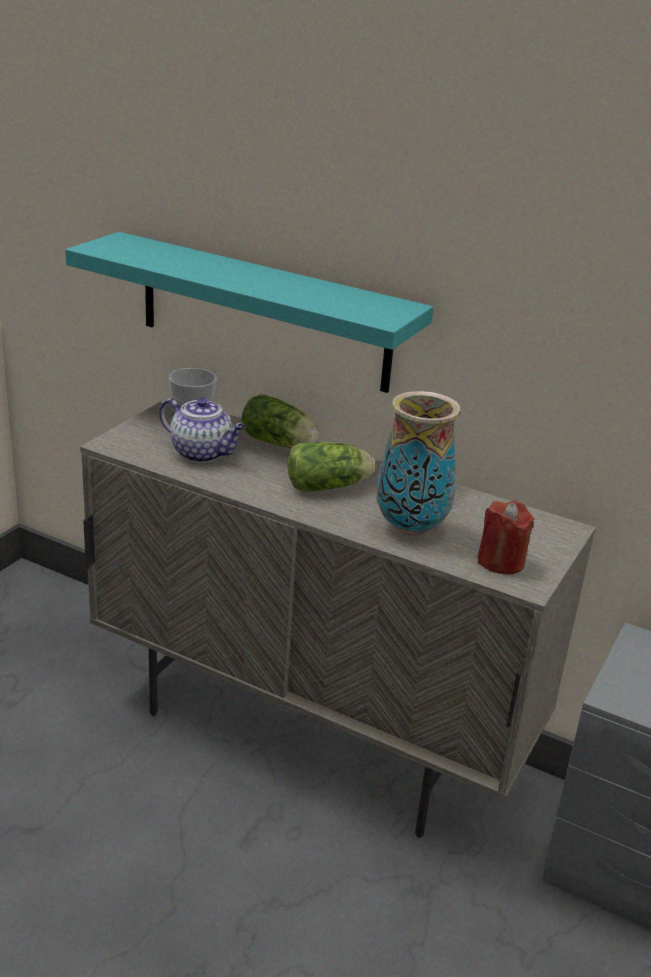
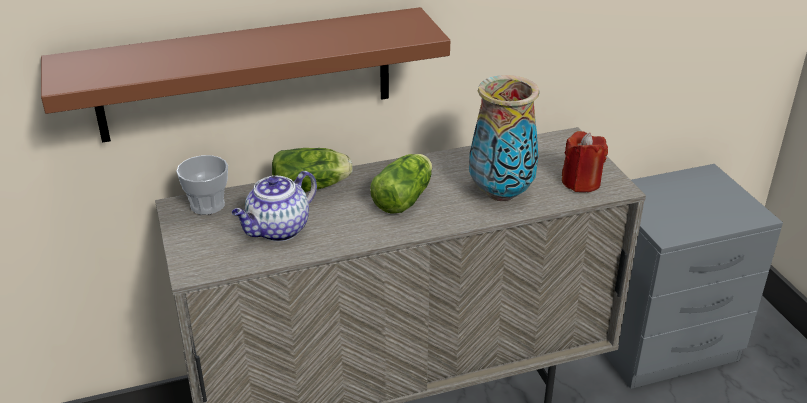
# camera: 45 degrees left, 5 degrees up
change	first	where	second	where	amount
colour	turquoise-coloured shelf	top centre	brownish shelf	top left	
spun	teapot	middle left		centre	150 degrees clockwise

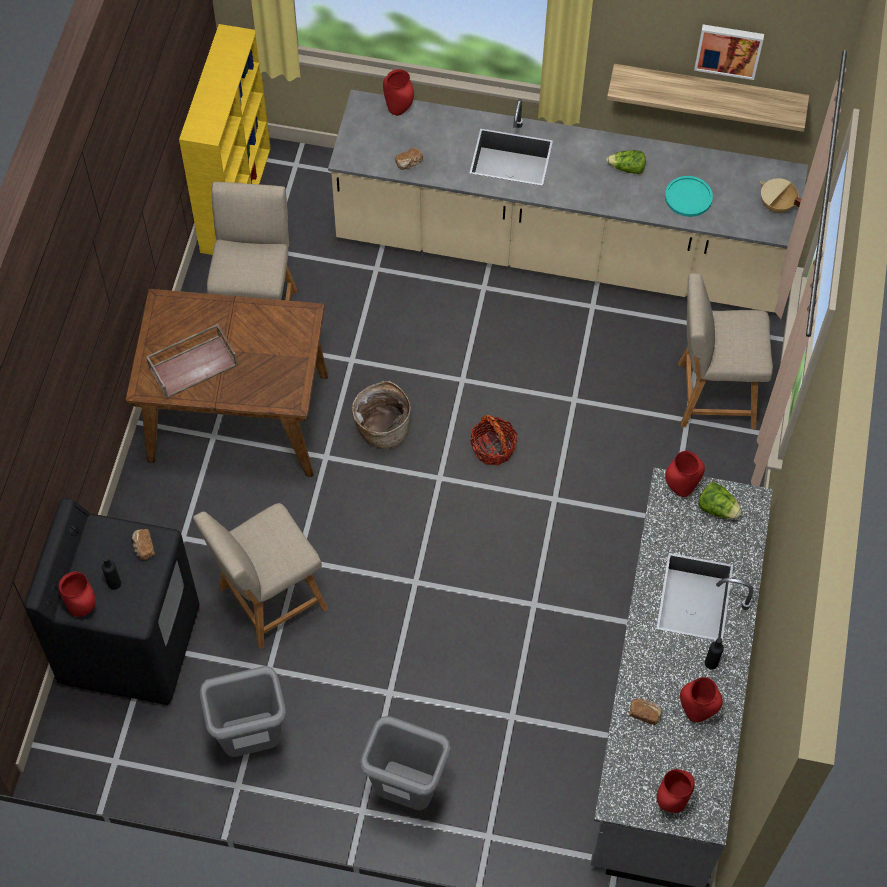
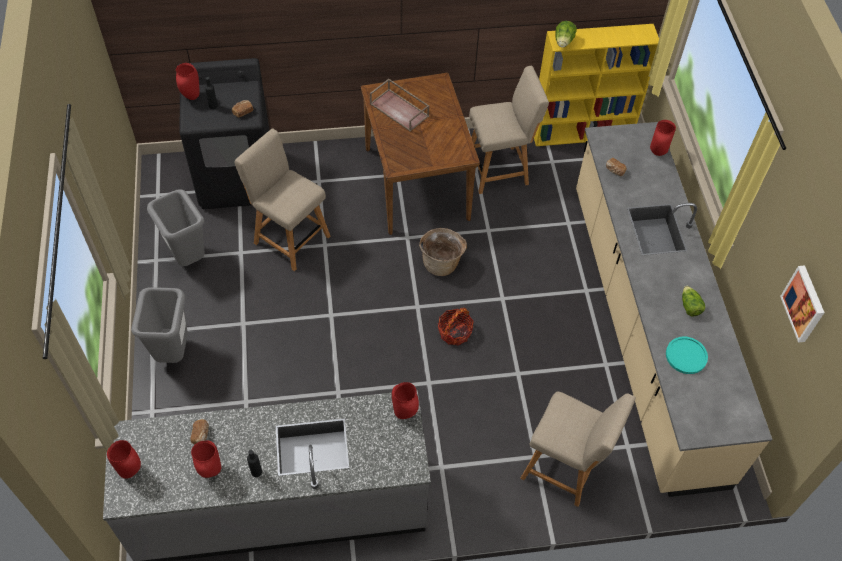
# camera: 70 degrees right, 5 degrees down
change	first	where	second	where	amount
spun	sand-coloured plain chair (no. 3 from left)	middle right		bottom right	135 degrees clockwise
relocated	lettuce head (no. 2 from left in the first image)	middle right	lettuce head (no. 1 from left)	top right	
missing	shelf	top right			
missing	sand-coloured stockpot	top right			

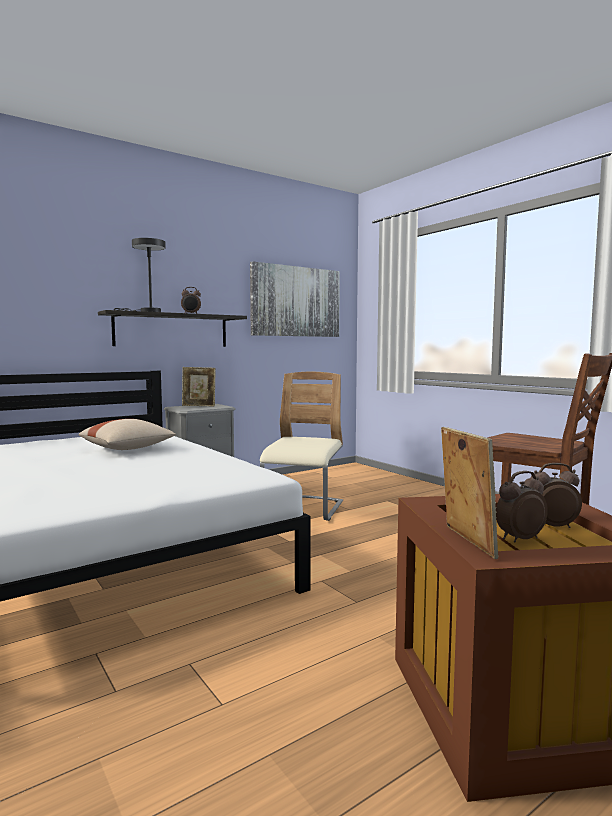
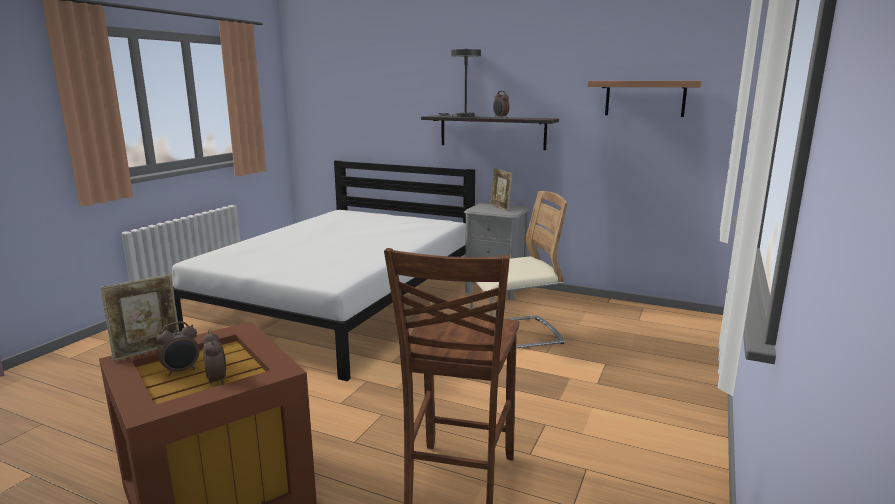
# camera: 60 degrees right, 10 degrees up
change	first	where	second	where	amount
spun	alarm clock (no. 2 from left in the first image)	middle right	alarm clock (no. 1 from left)	bottom left	105 degrees clockwise
exchanged	wall picture	centre	shelf (no. 2 from left)	top right	
missing	sand-coloured throw pillow	middle left			

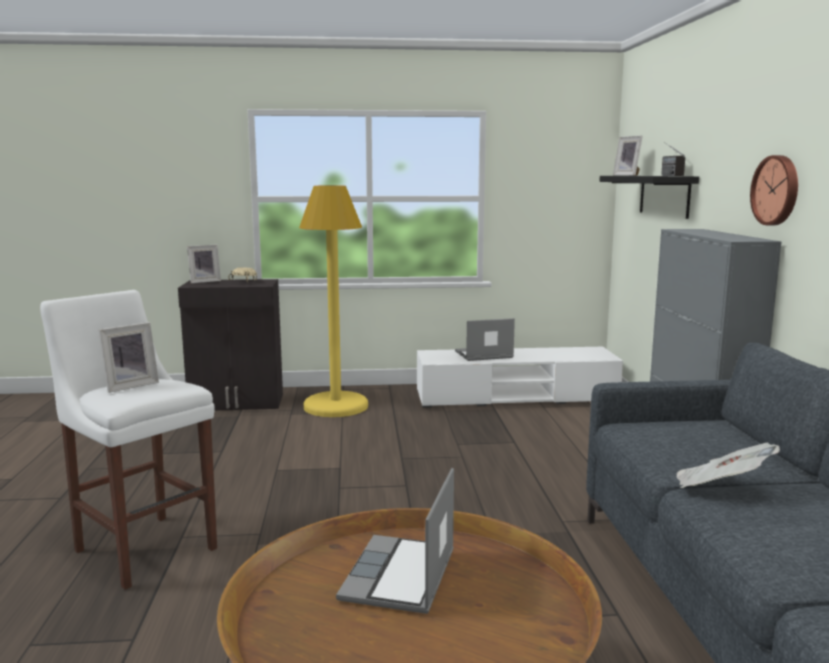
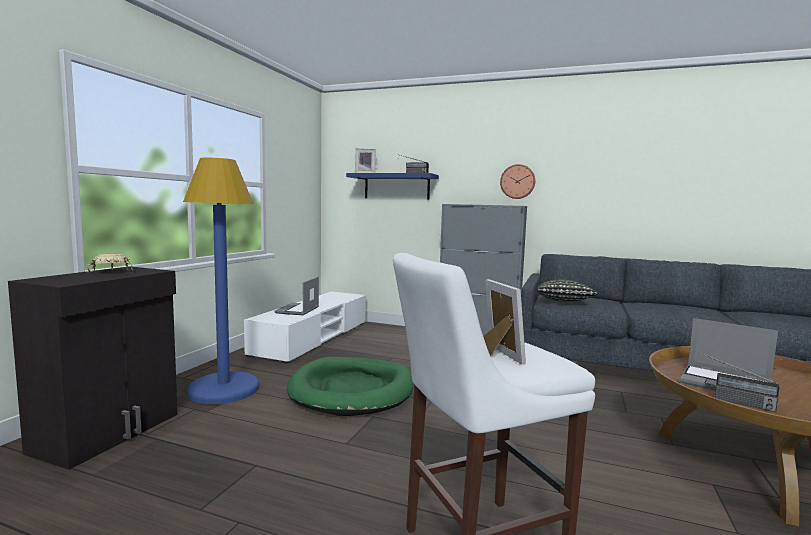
# camera: 65 degrees left, 5 degrees down
change	first	where	second	where	amount
colour	yellow-coloured floor lamp	centre	blue-coloured floor lamp	middle left	
appeared			green pet bed	bottom centre	
colour	blackish shelf	top right	blue-coloured shelf	centre	
appeared			throw pillow	middle right	
appeared			radio (no. 2 from left)	bottom right	
missing	standing frame (no. 2 from left)	middle left			
missing	daily paper	bottom right			

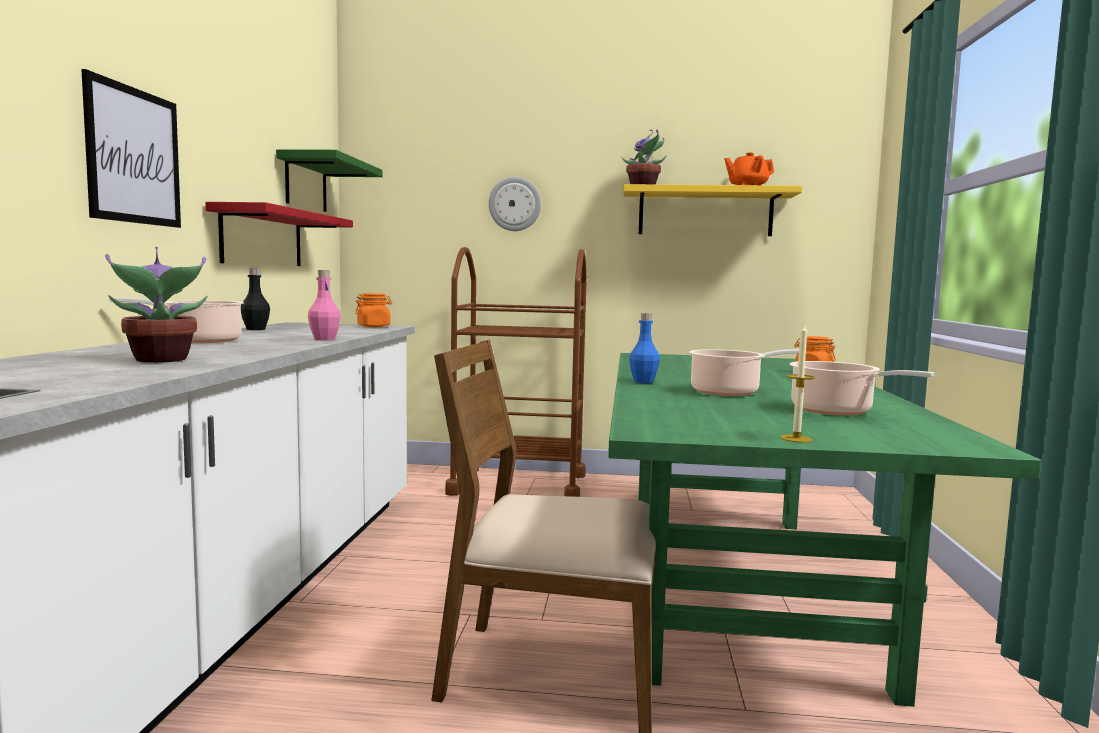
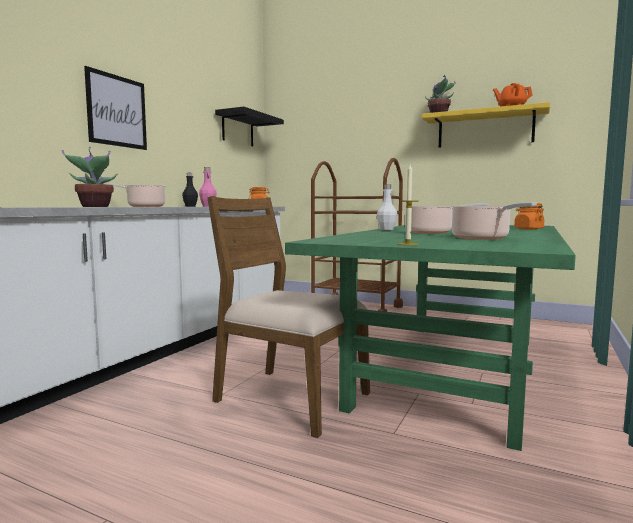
# camera: 20 degrees right, 0 degrees up
change	first	where	second	where	amount
colour	green shelf	top left	blackish shelf	top centre	
colour	blue-coloured drink bottle	centre	whitish drink bottle	centre	
missing	red-coloured shelf	top left			
missing	hanging clock	top centre			

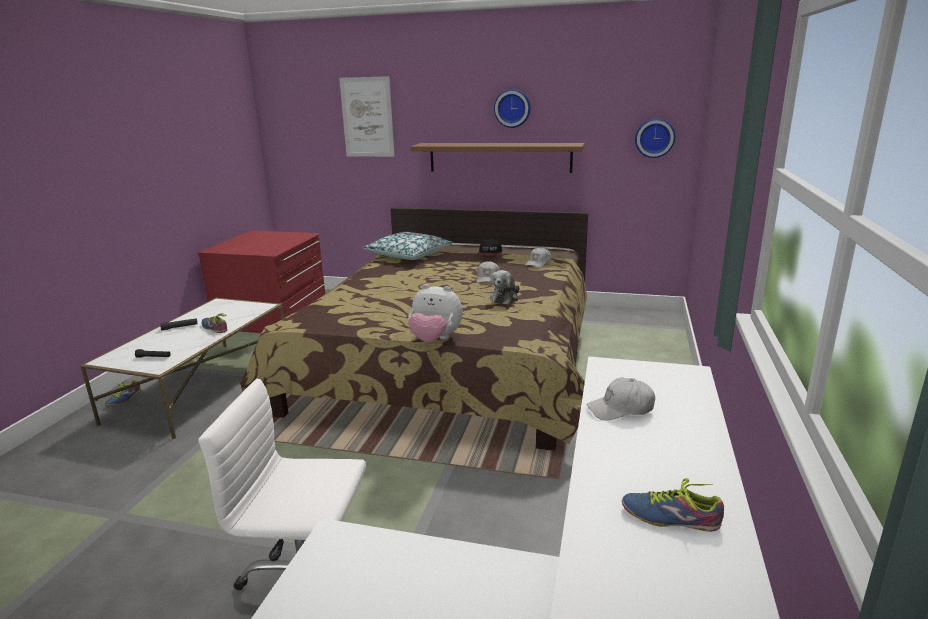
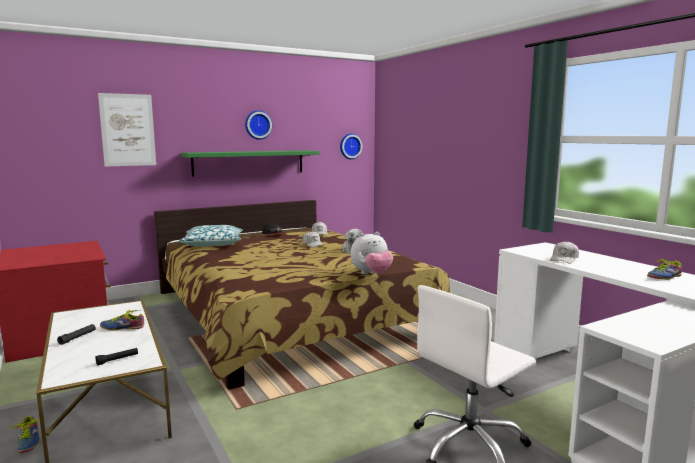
# camera: 45 degrees left, 10 degrees down
change	first	where	second	where	amount
colour	brownish shelf	top centre	green shelf	centre	

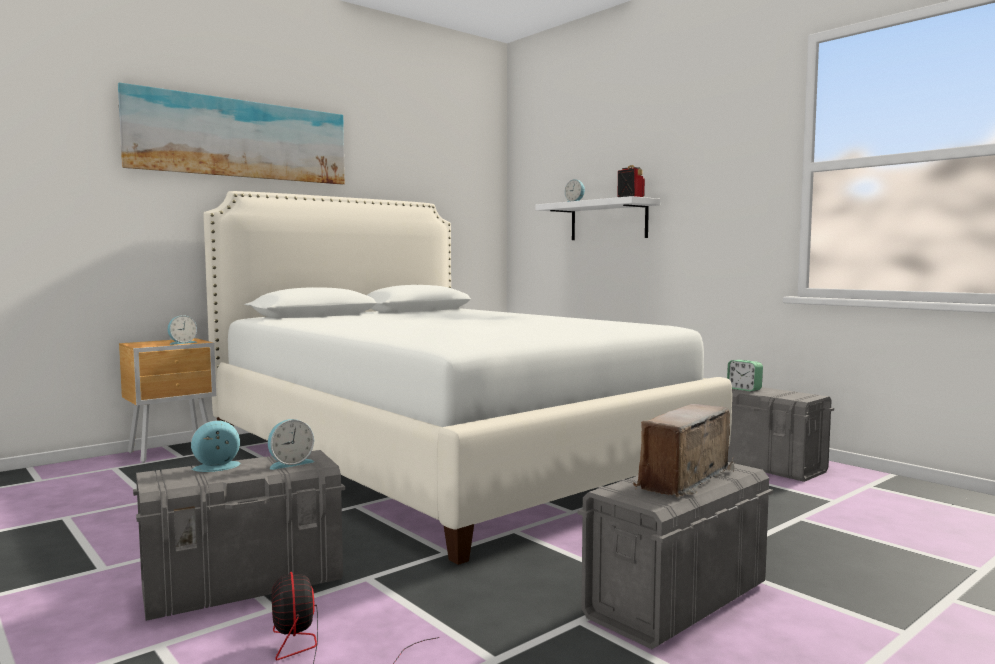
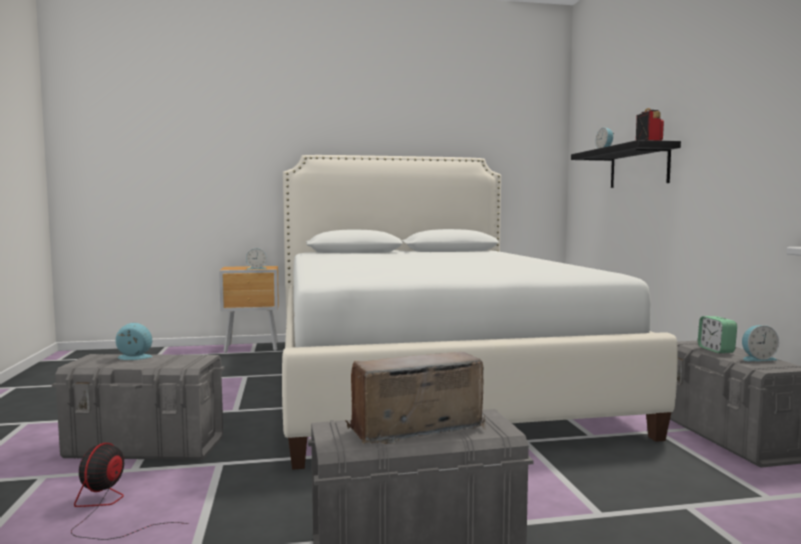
# camera: 30 degrees right, 0 degrees up
change	first	where	second	where	amount
colour	whitish shelf	top centre	blackish shelf	top right	
relocated	alarm clock (no. 3 from left in the first image)	bottom left	alarm clock (no. 5 from left)	middle right	
missing	wall picture	top left			

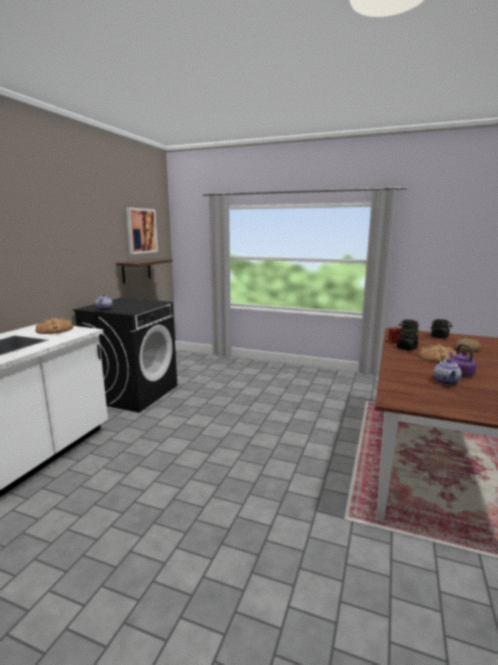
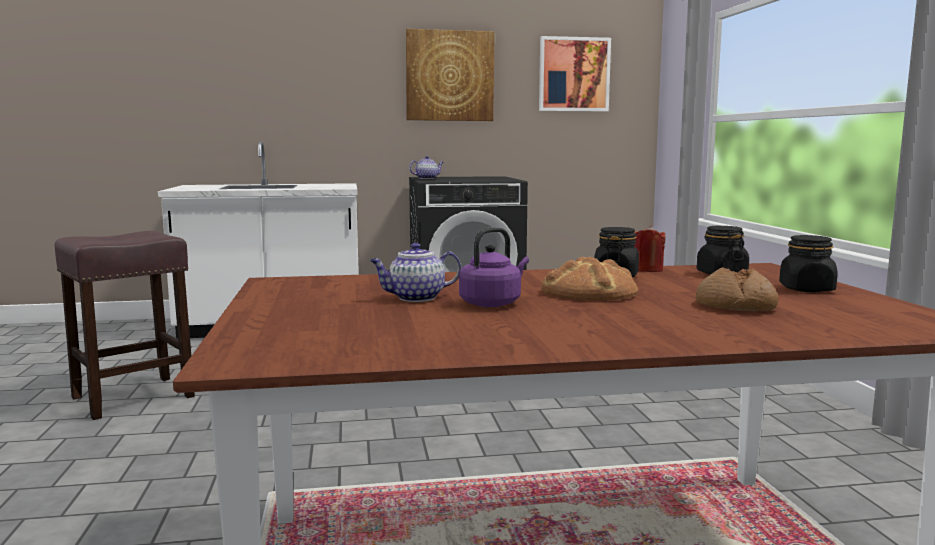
# camera: 60 degrees right, 5 degrees down
change	first	where	second	where	amount
appeared			brownish stool	middle left	
appeared			wall picture (no. 1 from left)	top centre	
missing	bread (no. 1 from left)	middle left			
missing	shelf	middle left			

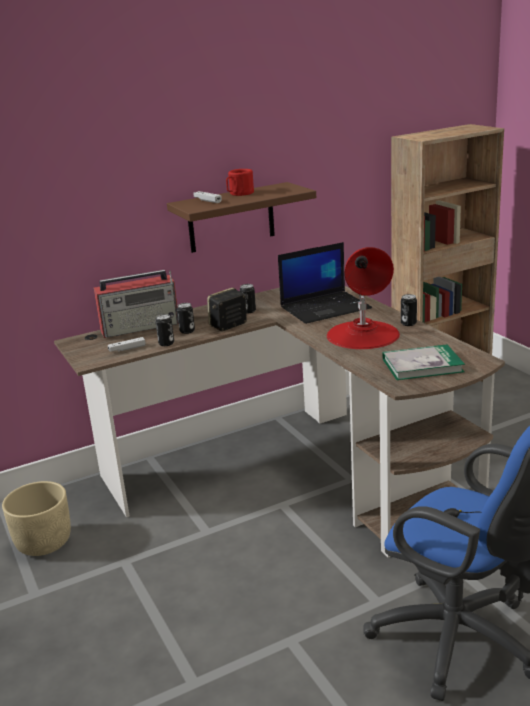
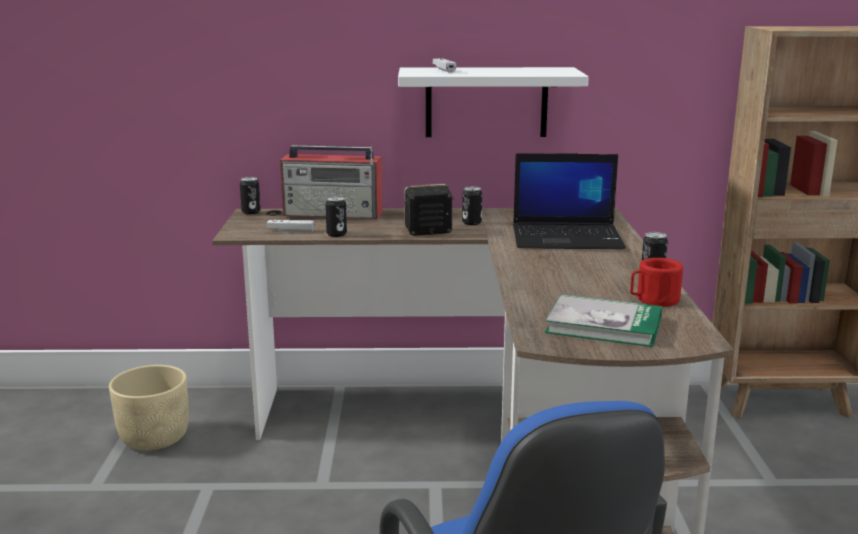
# camera: 25 degrees right, 5 degrees down
change	first	where	second	where	amount
relocated	can (no. 2 from left in the first image)	centre	can (no. 1 from left)	middle left	
colour	brownish shelf	top centre	whitish shelf	top centre	
relocated	red-coloured mug	top centre		middle right	
missing	red-coloured lamp for a table	middle right			

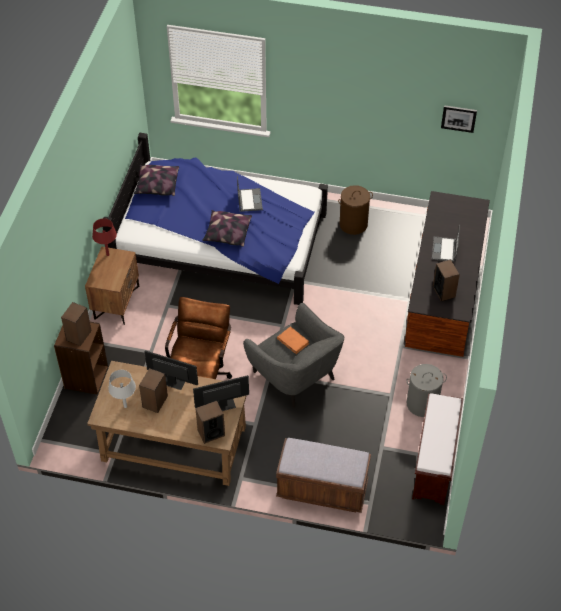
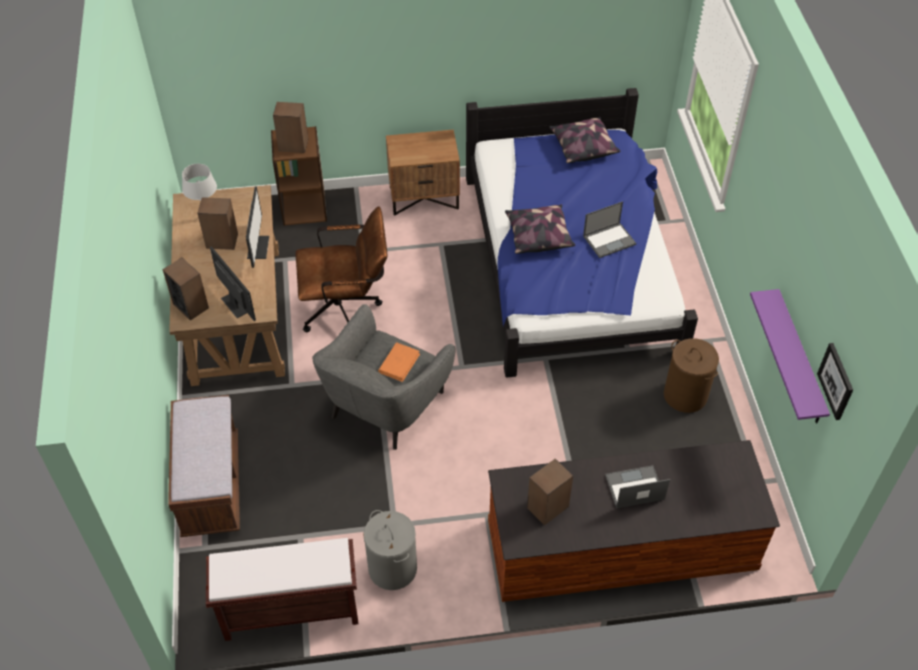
# camera: 70 degrees right, 0 degrees up
change	first	where	second	where	amount
appeared			purple shelf	middle right	
missing	red-coloured lamp for a table	middle left			

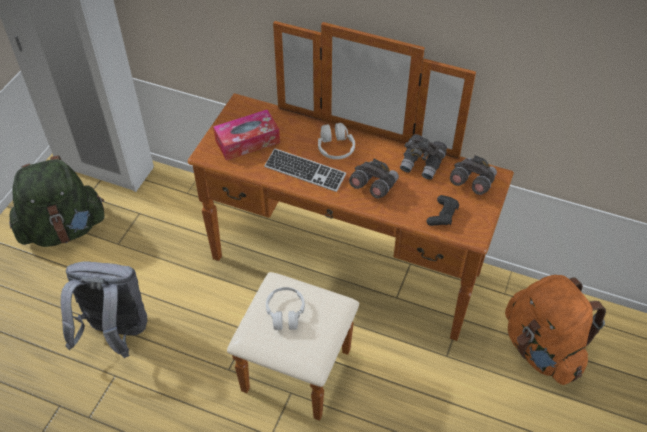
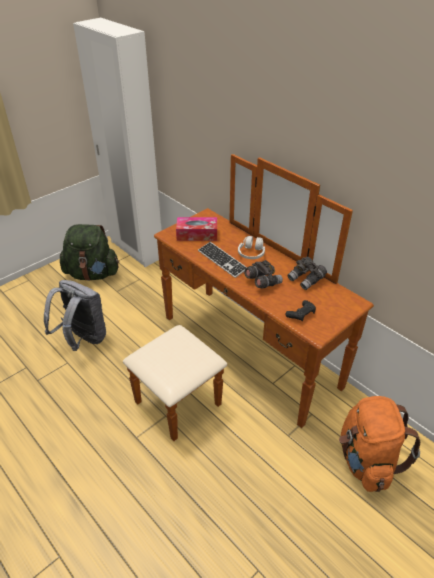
# camera: 25 degrees right, 10 degrees down
change	first	where	second	where	amount
missing	whitish headset (no. 1 from left)	bottom centre			
missing	gray binoculars (no. 3 from left)	middle right			

